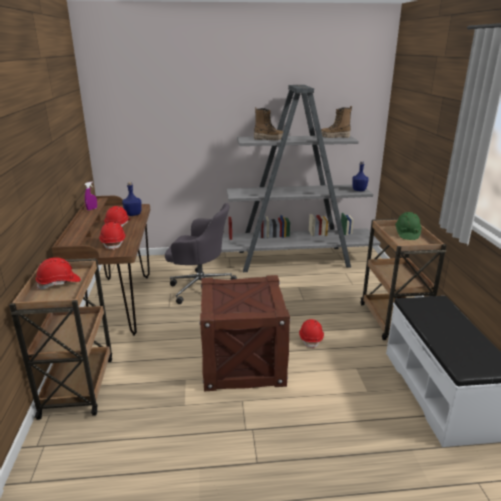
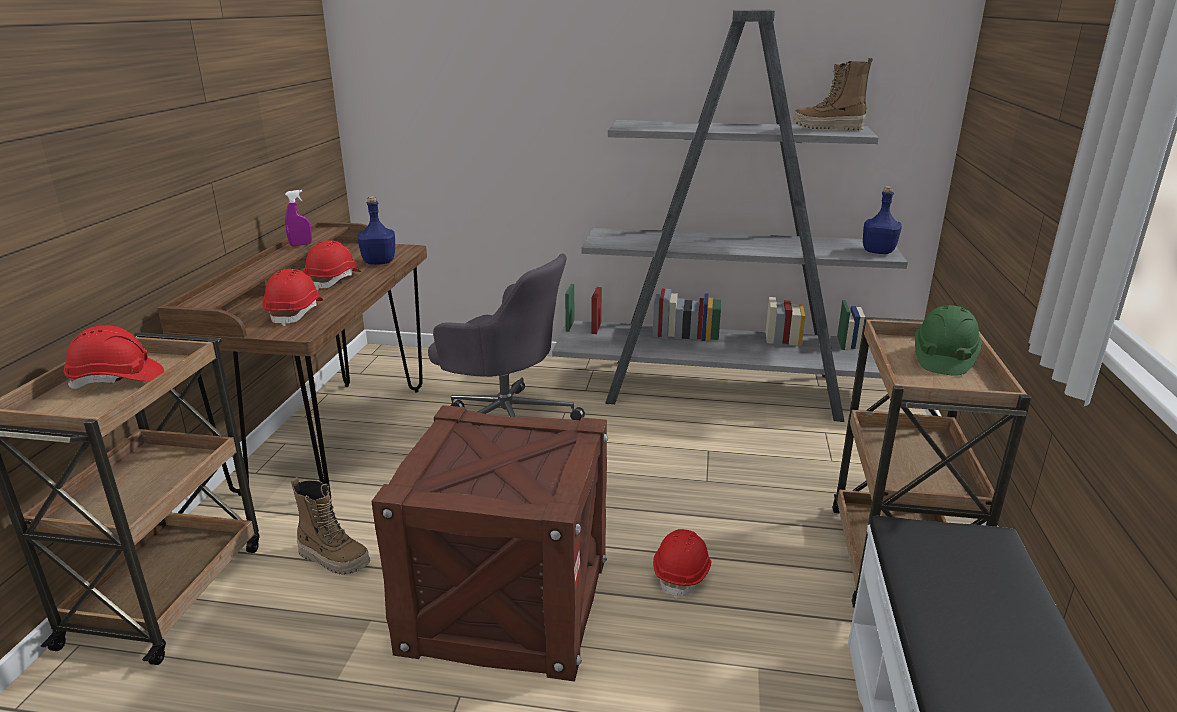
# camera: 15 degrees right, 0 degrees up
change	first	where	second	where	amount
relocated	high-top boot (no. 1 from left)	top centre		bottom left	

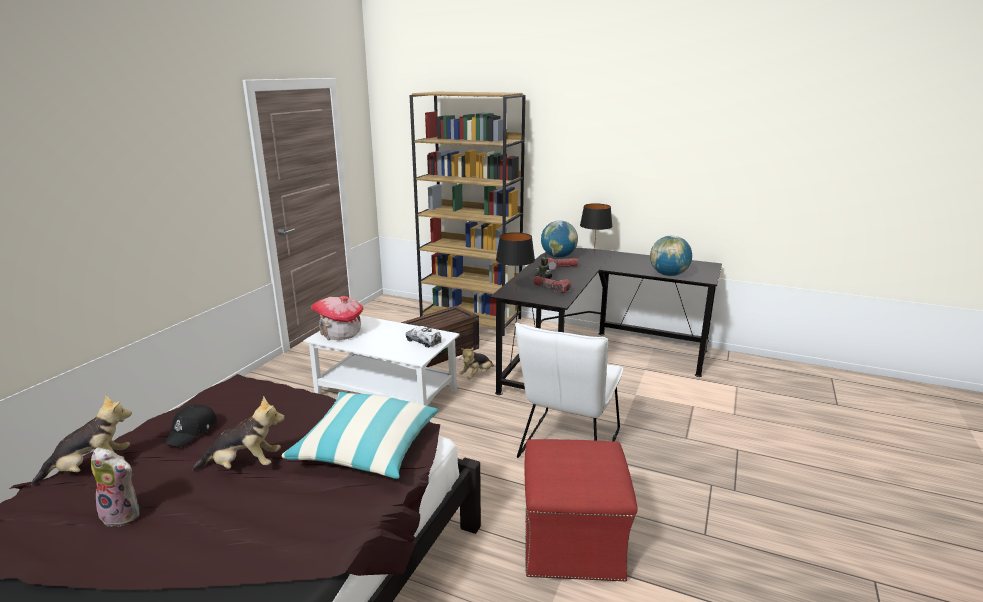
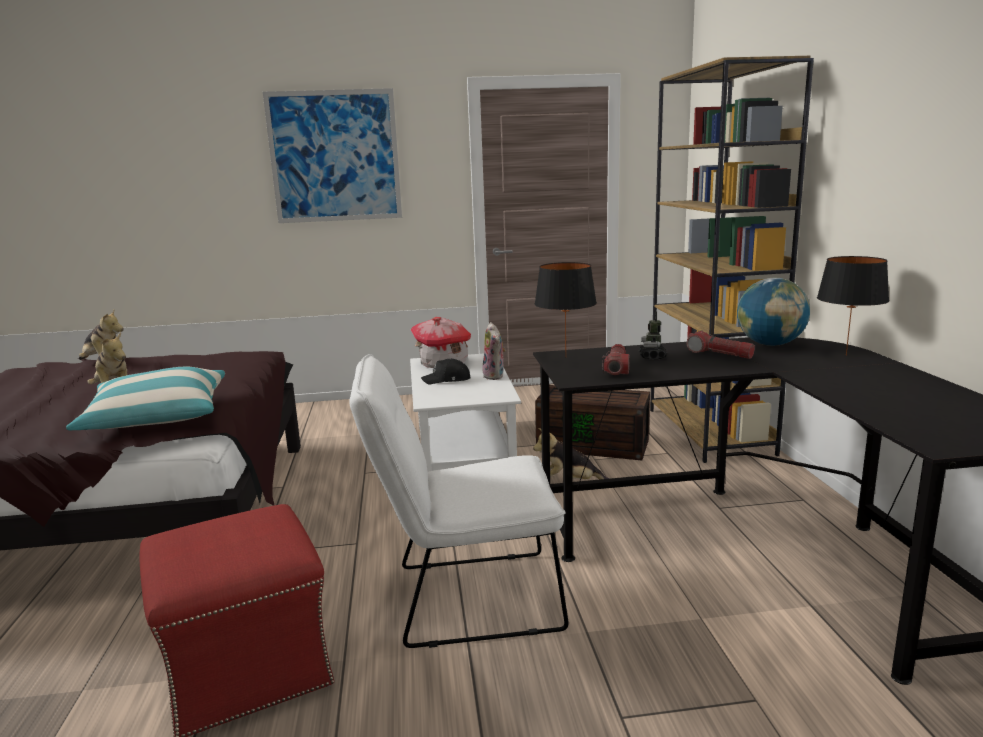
# camera: 60 degrees right, 5 degrees down
change	first	where	second	where	amount
appeared			wall picture	top centre	
relocated	blackish peaked cap	bottom left		centre	
relocated	soft toy (no. 2 from left in the first image)	bottom left	soft toy (no. 3 from left)	centre	
missing	model truck	centre			
missing	desk globe (no. 2 from left)	middle right			

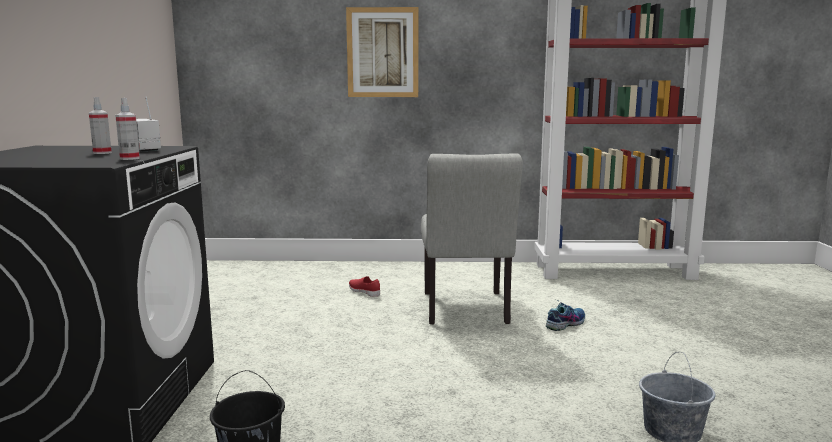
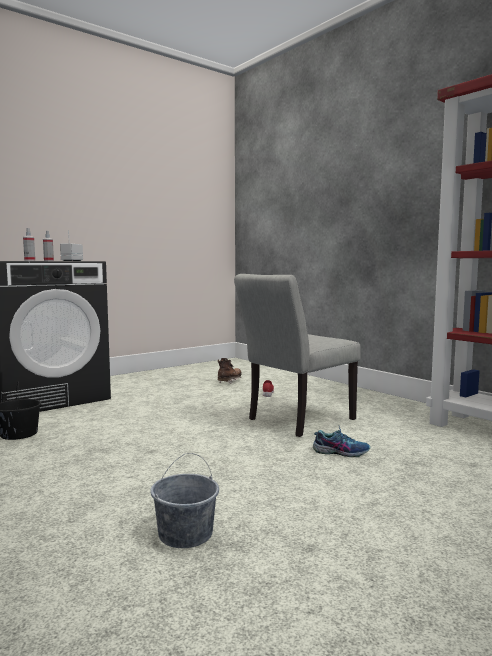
# camera: 50 degrees right, 5 degrees down
change	first	where	second	where	amount
appeared			brownish high-top boot	centre	
missing	wall picture	top centre			

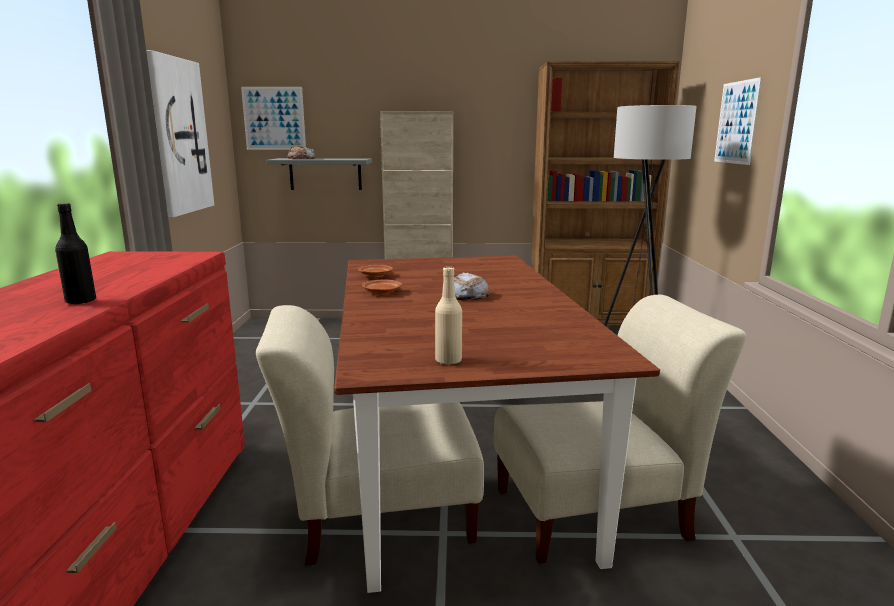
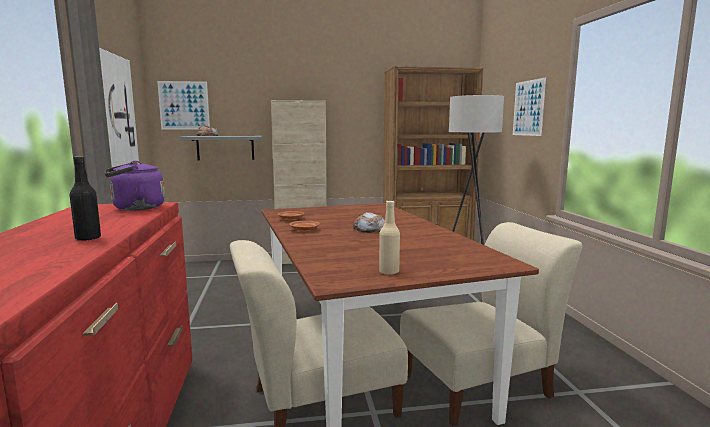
# camera: 10 degrees left, 5 degrees down
change	first	where	second	where	amount
appeared			purple kettle	middle left	

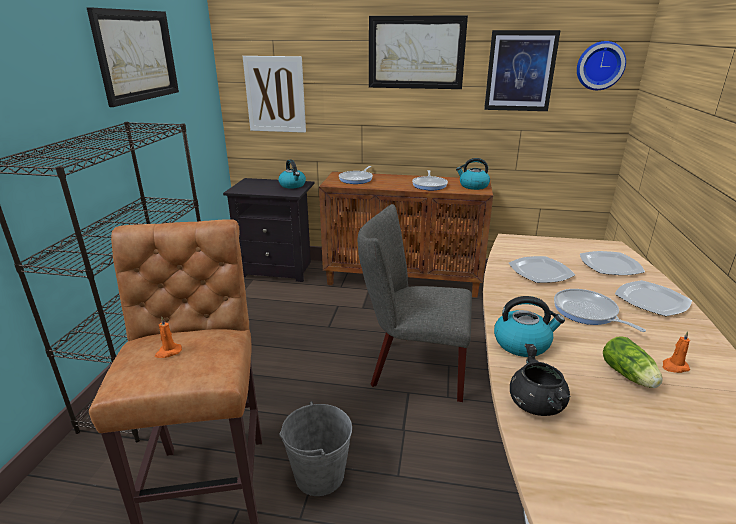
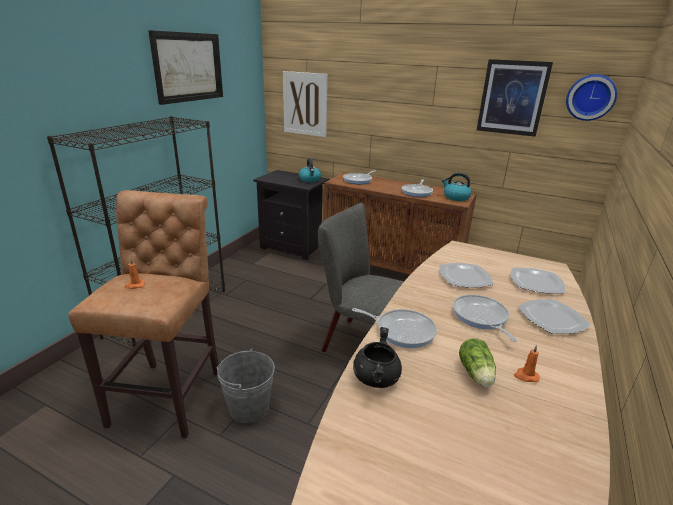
# camera: 15 degrees right, 0 degrees up
change	first	where	second	where	amount
exchanged	kettle (no. 3 from left)	middle right	pan (no. 2 from left)	centre	
missing	wall picture (no. 3 from left)	top centre			

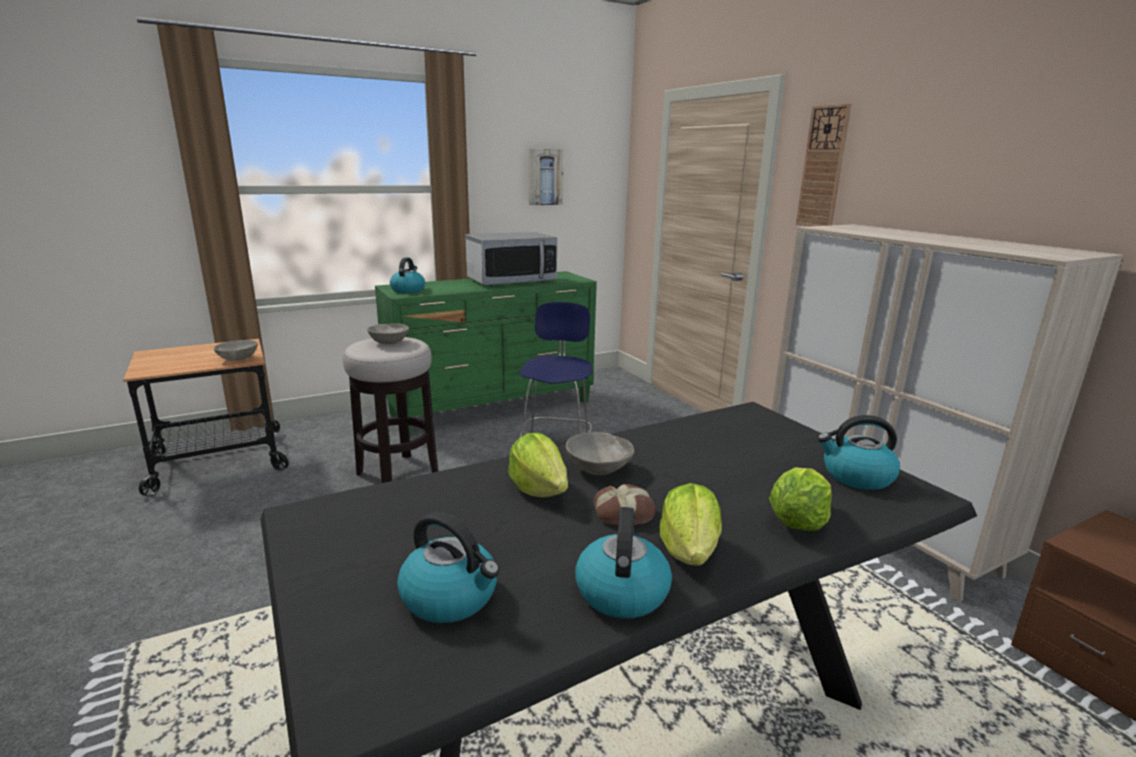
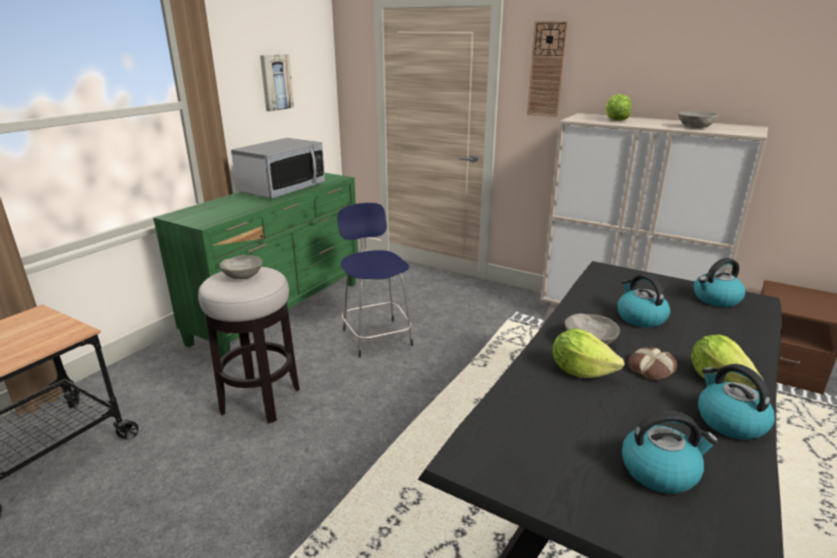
# camera: 30 degrees left, 5 degrees up
change	first	where	second	where	amount
relocated	lettuce head (no. 3 from left in the first image)	middle right	lettuce head (no. 2 from left)	top right	
relocated	kettle (no. 1 from left)	centre		middle right	
relocated	gray serving bowl (no. 1 from left in the first image)	middle left	gray serving bowl (no. 3 from left)	top right	

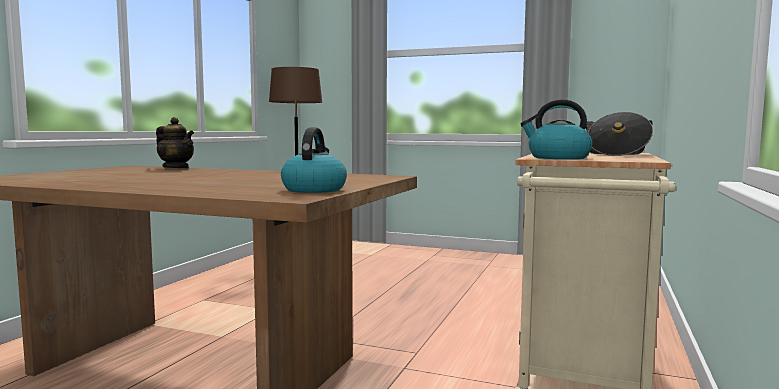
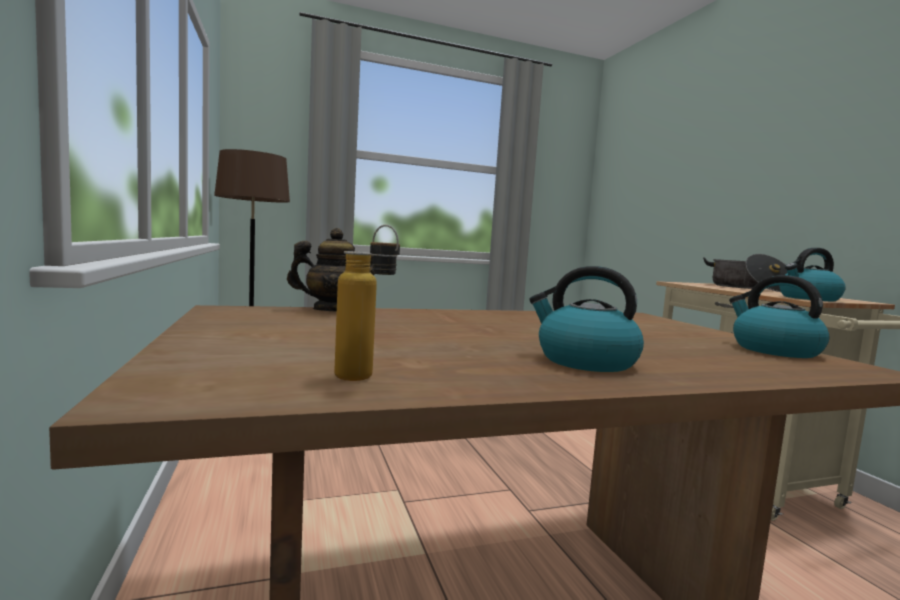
# camera: 40 degrees left, 0 degrees up
change	first	where	second	where	amount
appeared			drink bottle	centre	
appeared			kettle (no. 1 from left)	centre	

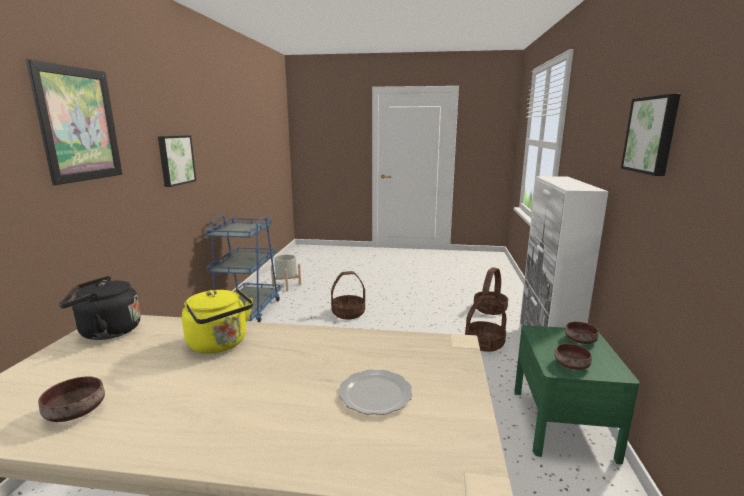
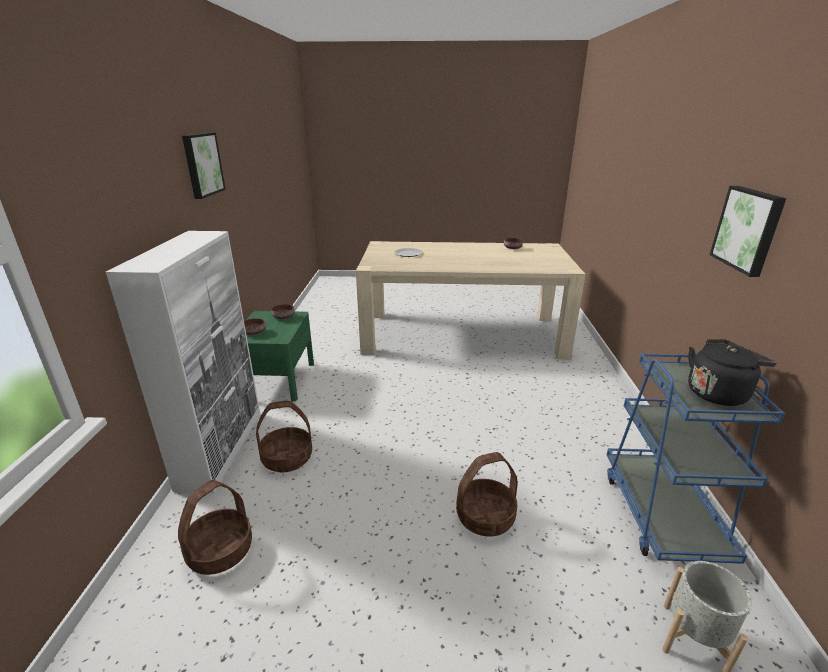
# camera: 175 degrees right, 10 degrees up
change	first	where	second	where	amount
relocated	blackish kettle	middle left		middle right	
missing	wall picture (no. 1 from left)	top left			
missing	yellow-coloured kettle	middle left			

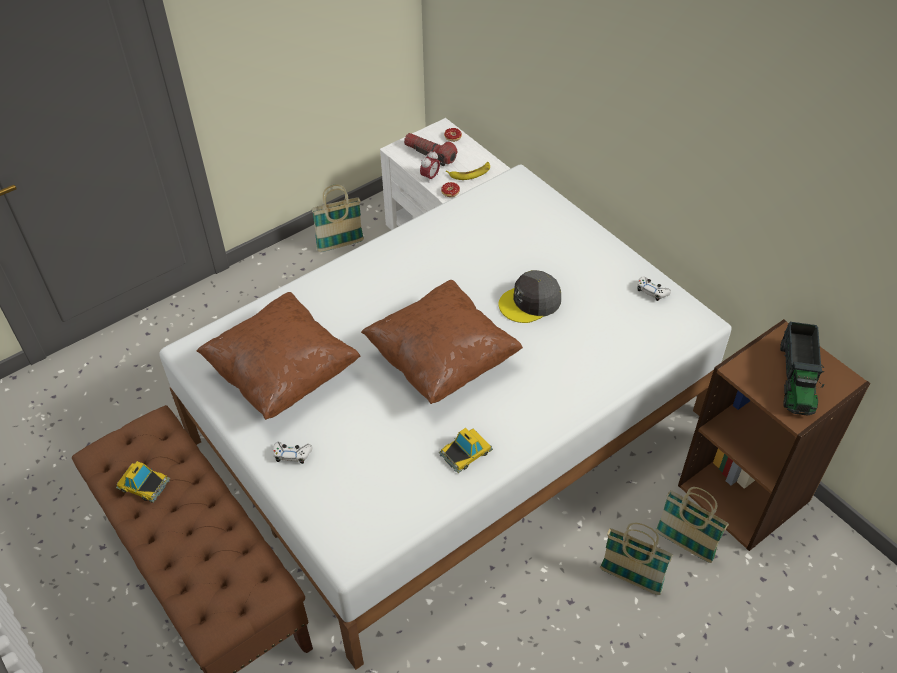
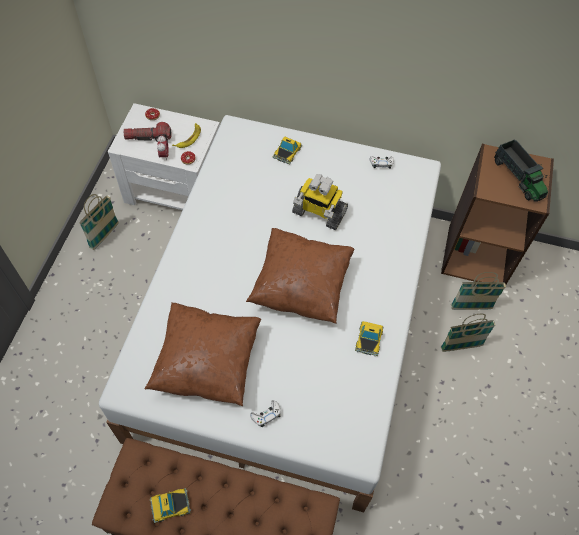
# camera: 40 degrees left, 10 degrees up
change	first	where	second	where	amount
appeared			miniature car (no. 2 from left)	top centre	
exchanged	gray peaked cap	centre	toy robot	centre	

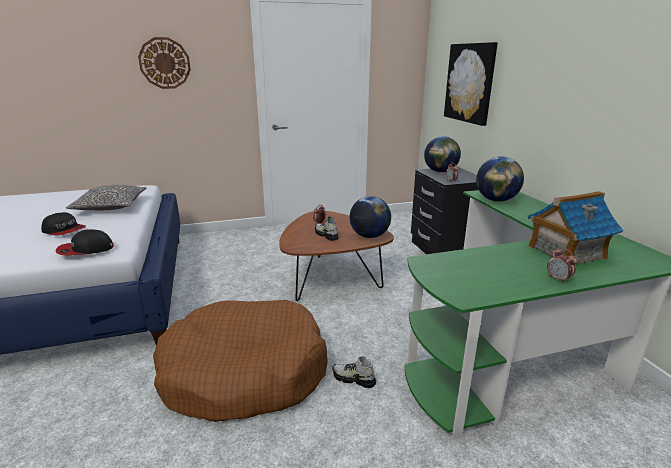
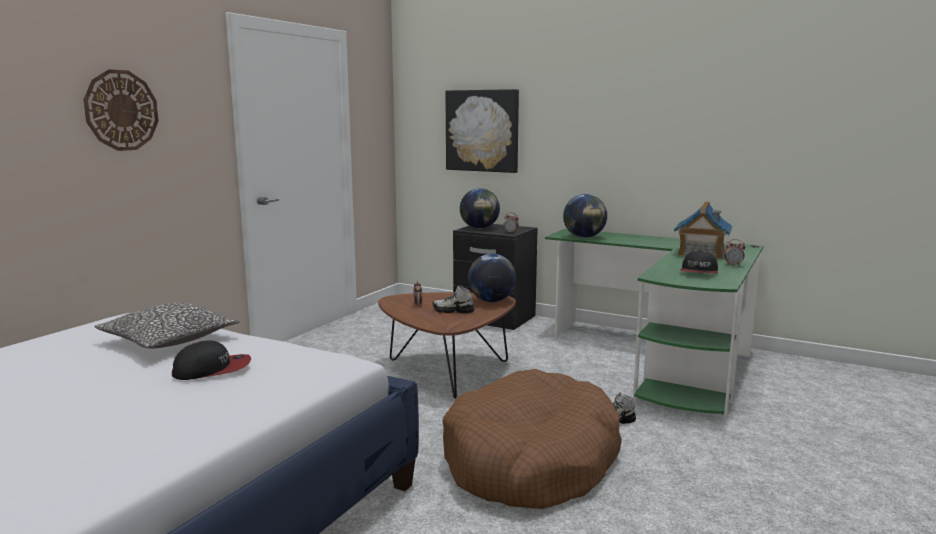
# camera: 45 degrees left, 10 degrees down
change	first	where	second	where	amount
relocated	peaked cap (no. 2 from left)	middle left		middle right	

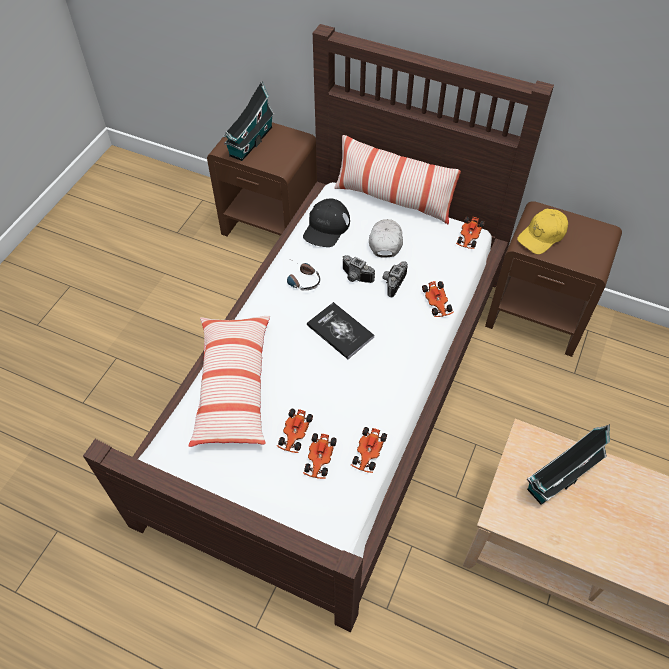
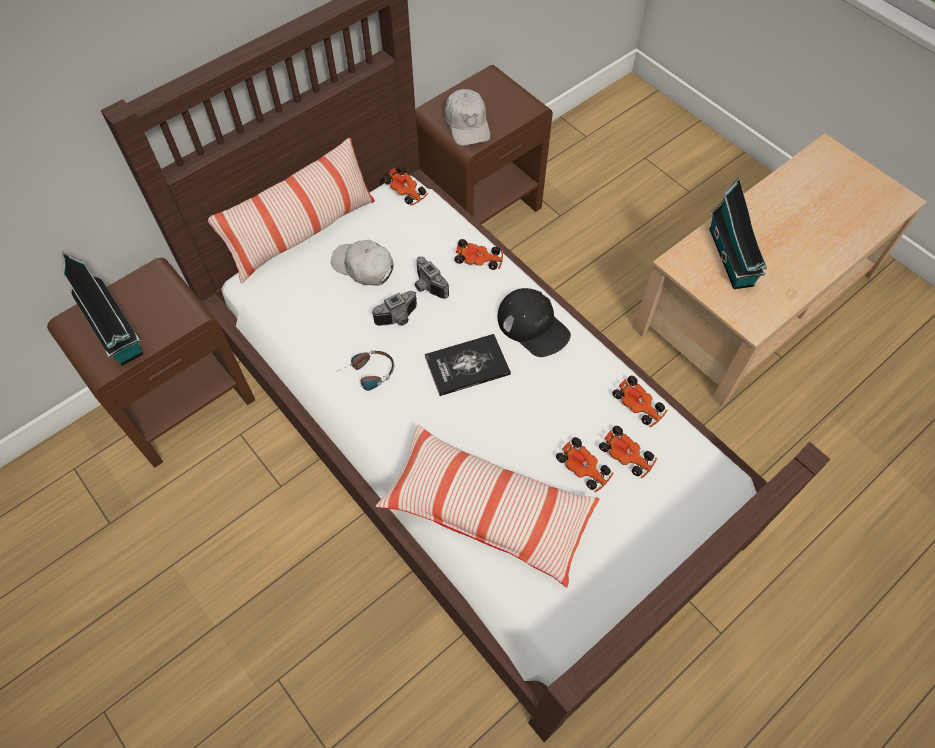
# camera: 65 degrees left, 5 degrees up
change	first	where	second	where	amount
colour	yellow-coloured peaked cap	middle right	whitish peaked cap (no. 2 from left)	top centre	
relocated	blackish peaked cap	top centre		centre	

